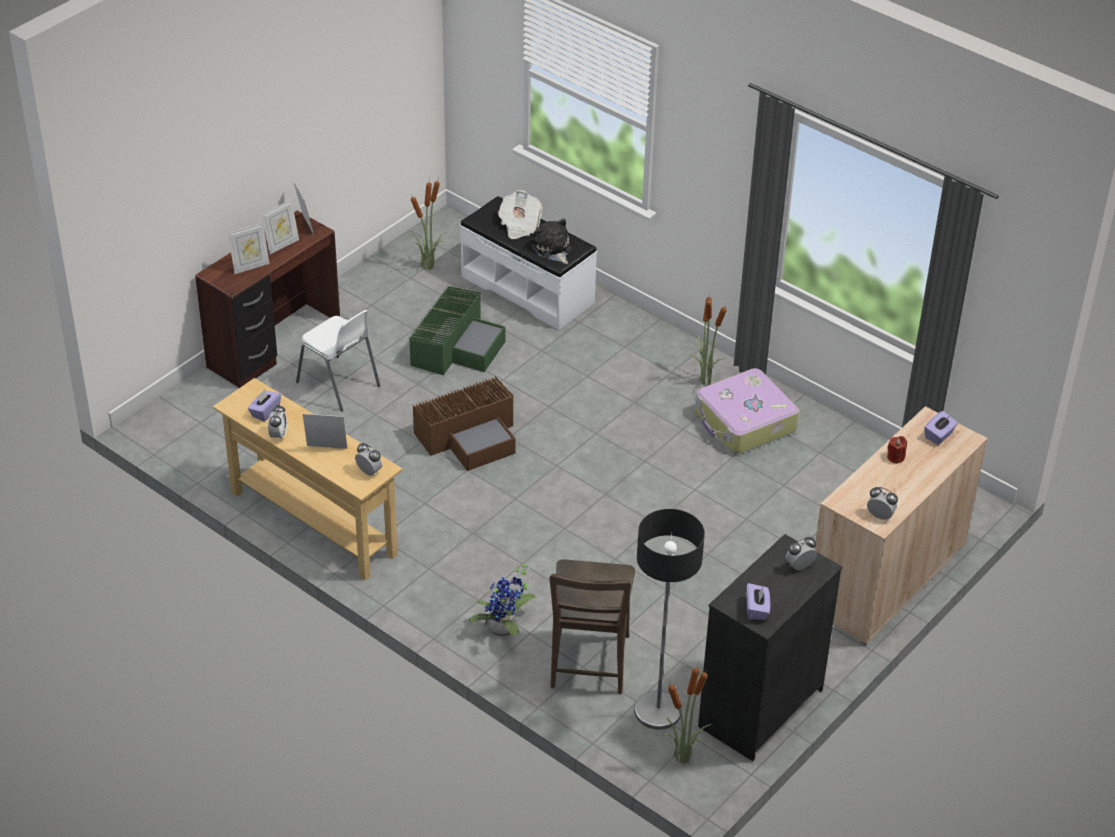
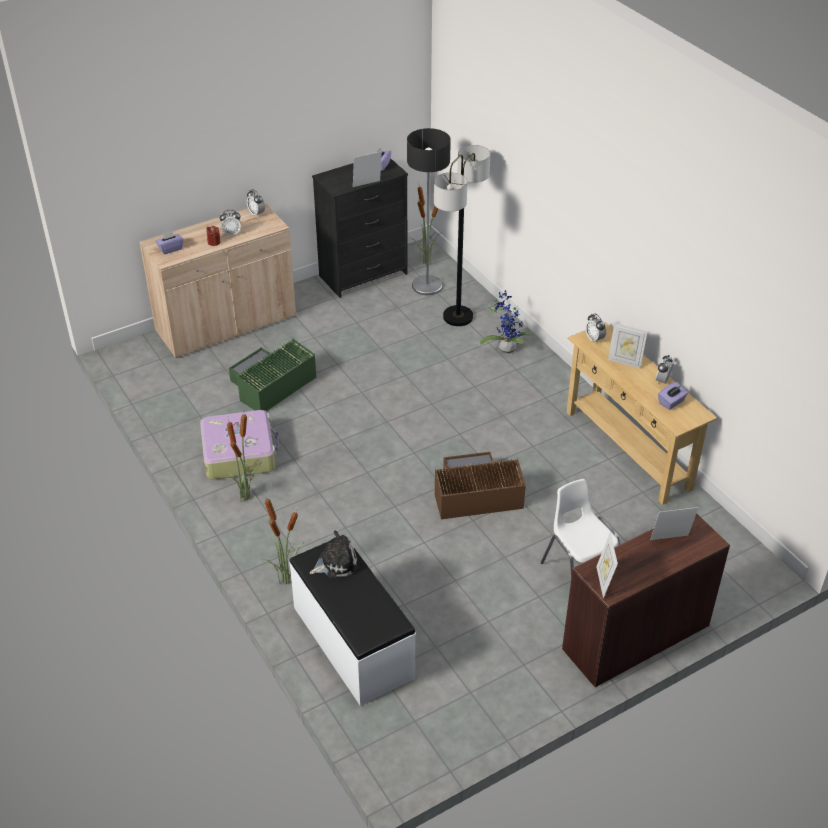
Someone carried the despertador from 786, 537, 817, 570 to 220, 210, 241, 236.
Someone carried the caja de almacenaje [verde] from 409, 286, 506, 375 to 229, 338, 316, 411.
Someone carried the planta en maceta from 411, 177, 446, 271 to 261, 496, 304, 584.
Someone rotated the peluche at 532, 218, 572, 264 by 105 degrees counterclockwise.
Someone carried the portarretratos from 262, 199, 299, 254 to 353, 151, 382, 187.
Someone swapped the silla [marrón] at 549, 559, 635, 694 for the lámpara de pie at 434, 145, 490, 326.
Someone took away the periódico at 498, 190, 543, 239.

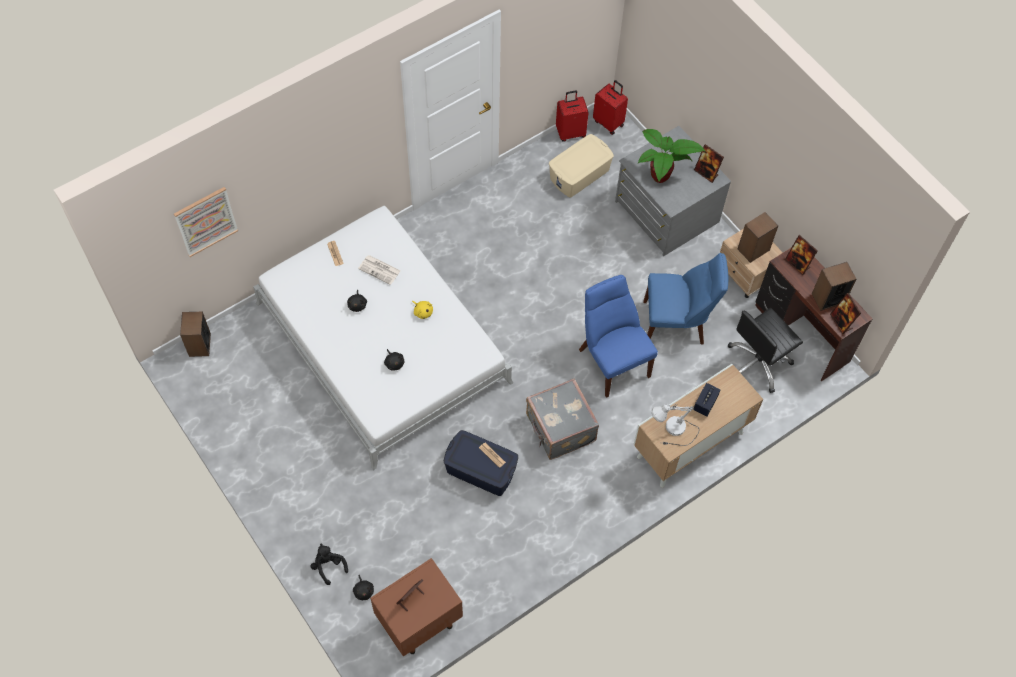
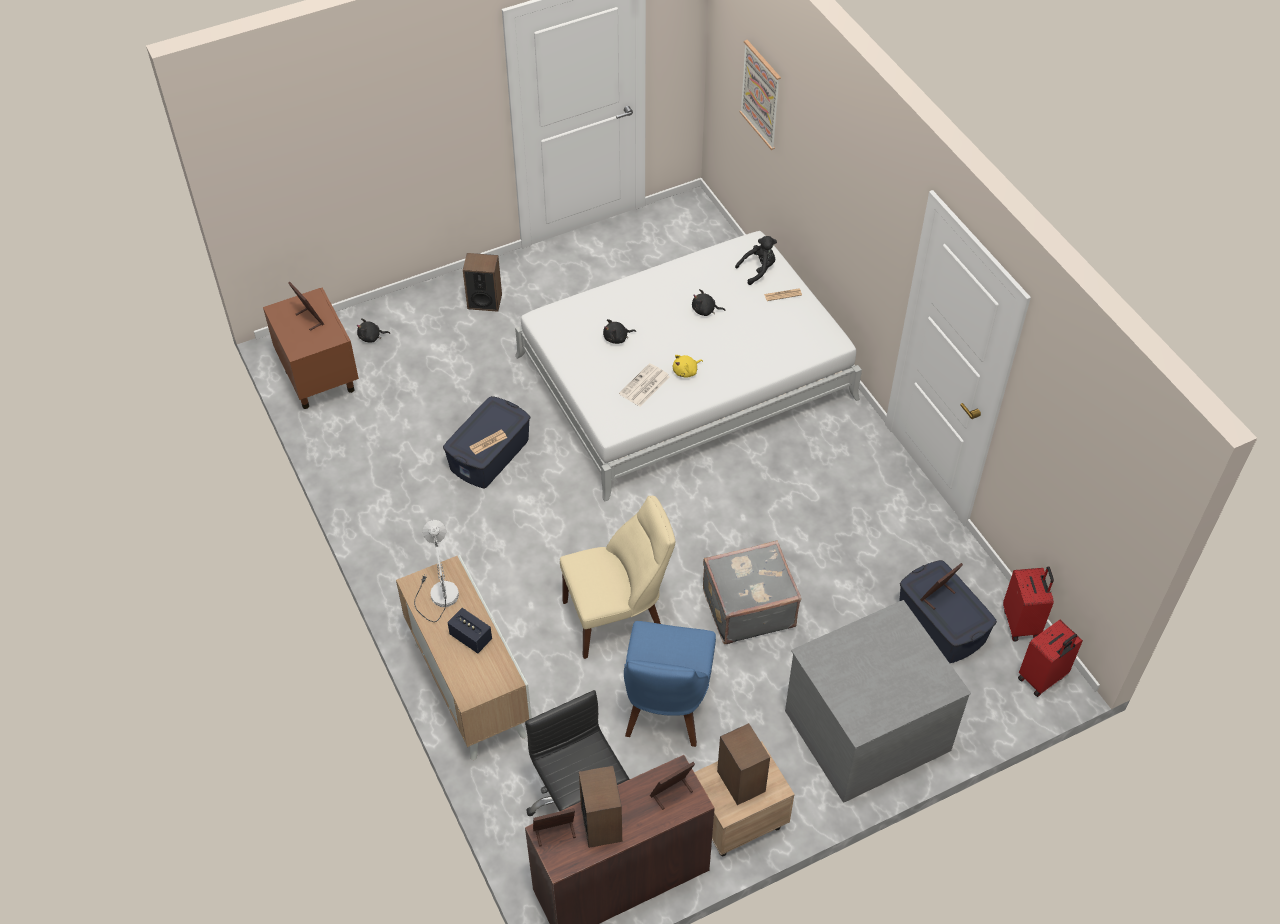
Someone carried the altavoz from 180, 312, 211, 357 to 463, 253, 502, 312.
Someone repainted the silla [azul] at 579, 275, 658, 398, which became the silla [beis] at 560, 496, 675, 659.
Someone carried the periódico from 358, 255, 401, 285 to 619, 363, 670, 406.
Someone carried the maleta [gris] from 526, 379, 599, 460 to 703, 541, 801, 644.
Someone carried the peluche [negro] from 310, 543, 348, 585 to 735, 236, 777, 285.
Someone repainted the caja de almacenaje [beis] at 549, 134, 614, 198, which became the caja de almacenaje [azul] at 899, 560, 997, 663.
Someone carried the portarretratos from 694, 144, 724, 183 to 920, 563, 963, 609.
Someone took away the planta en maceta at 638, 129, 706, 183.

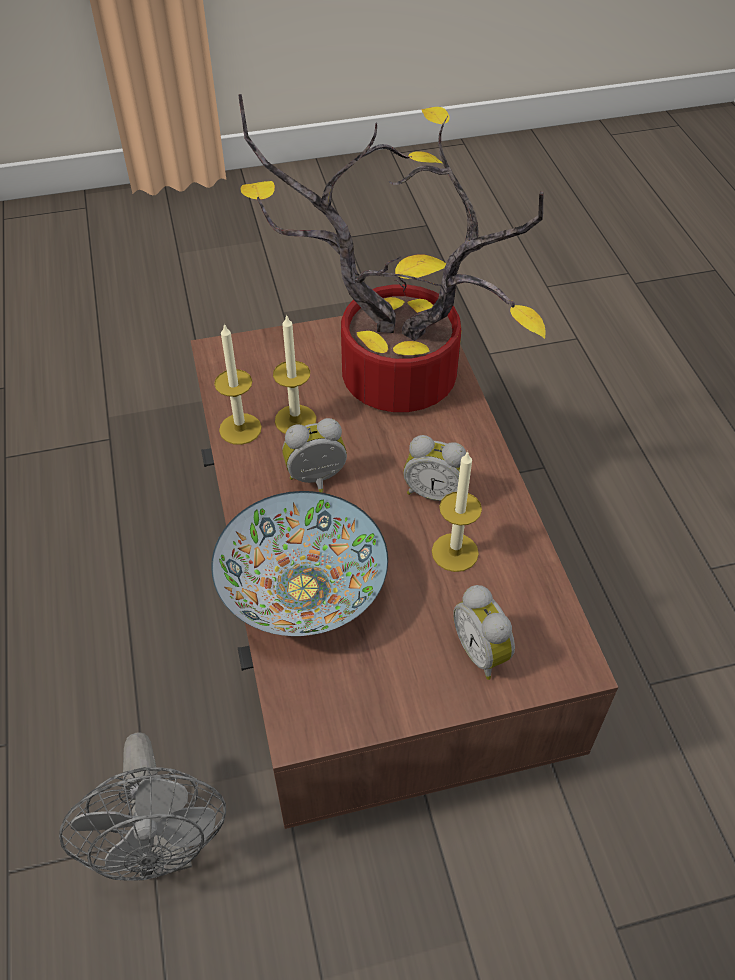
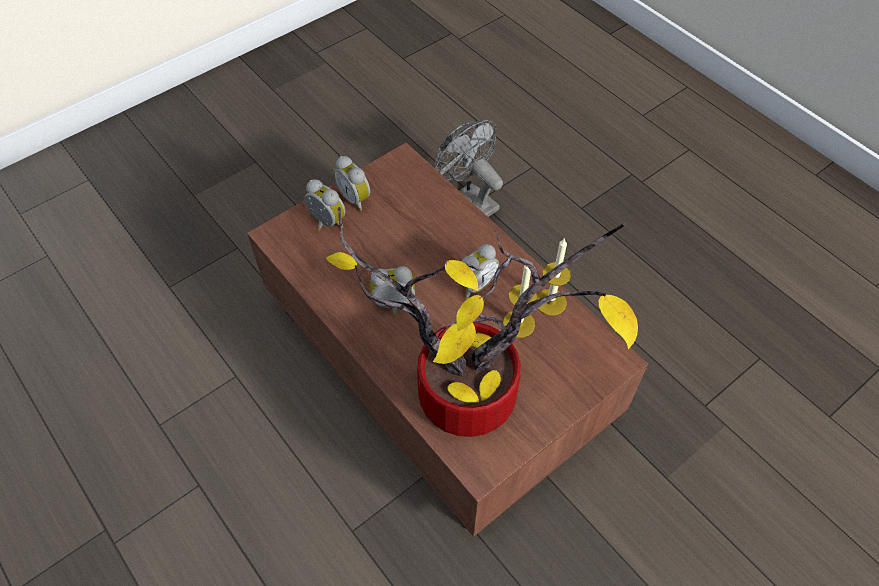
Someone put down the despertador at 333, 156, 370, 211.
Someone took away the cuenco at 211, 491, 388, 636.
Someone took away the vela at 432, 451, 482, 572.

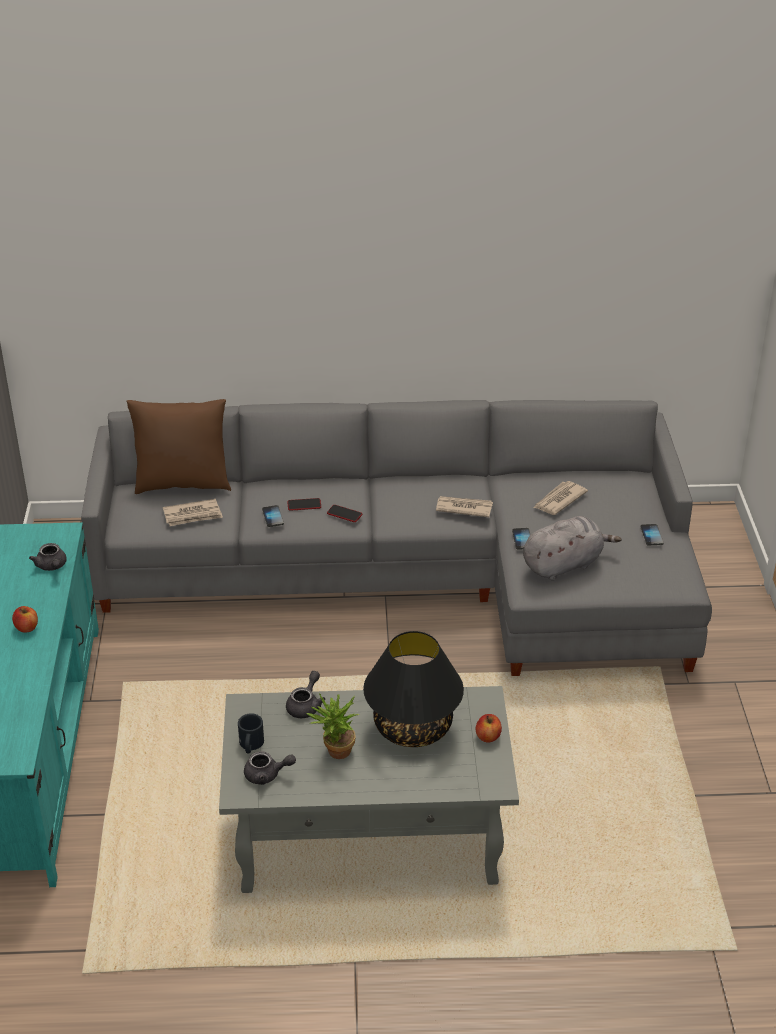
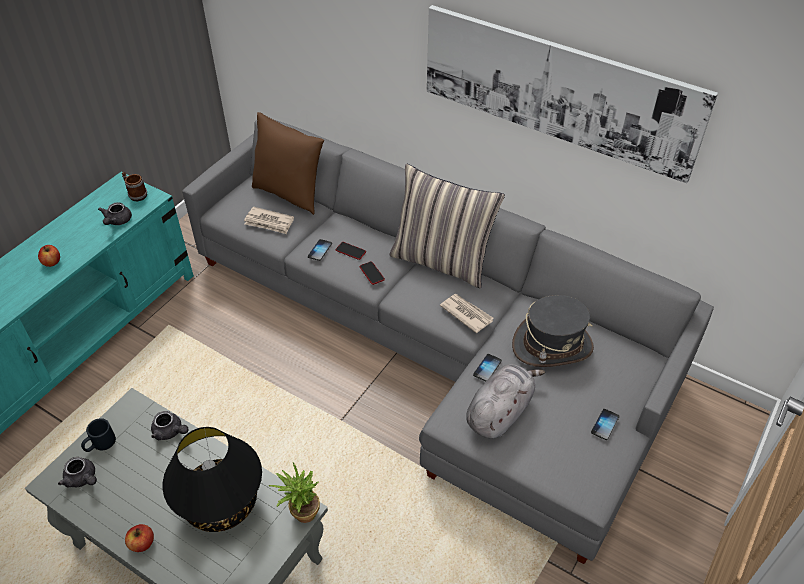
Someone put down the taza grande at 122, 172, 147, 201.
Someone carried the manzana from 476, 714, 502, 743 to 125, 524, 154, 552.
Someone rotated the tetera [gris] at 286, 671, 326, 718 by 60 degrees clockwise.
Someone carried the planta en maceta from 307, 693, 359, 759 to 268, 462, 320, 523.
Someone put down the cojín at 389, 163, 505, 288.
Someone put up the cuadro at 427, 5, 718, 183.
Someone rotated the peluche [gris] at 523, 516, 621, 581 by 60 degrees counterclockwise.
Someone swapped the periódico at 534, 481, 588, 515 for the sombrero [gris] at 512, 295, 594, 367.

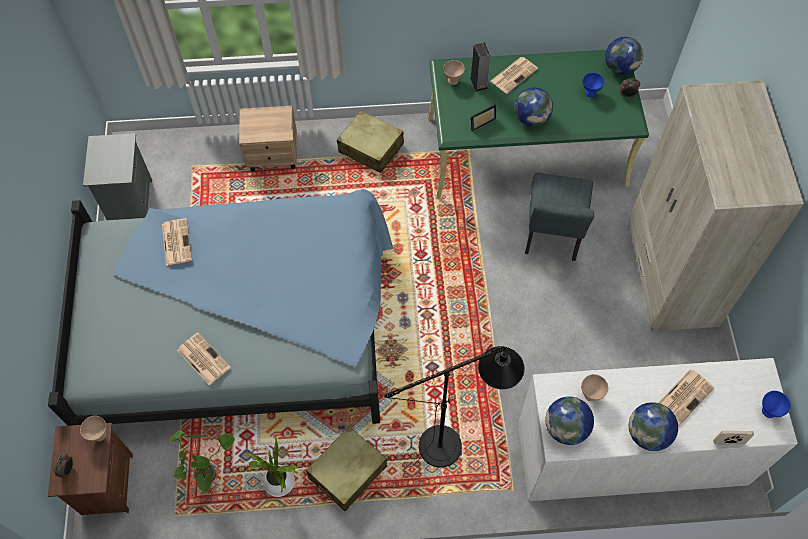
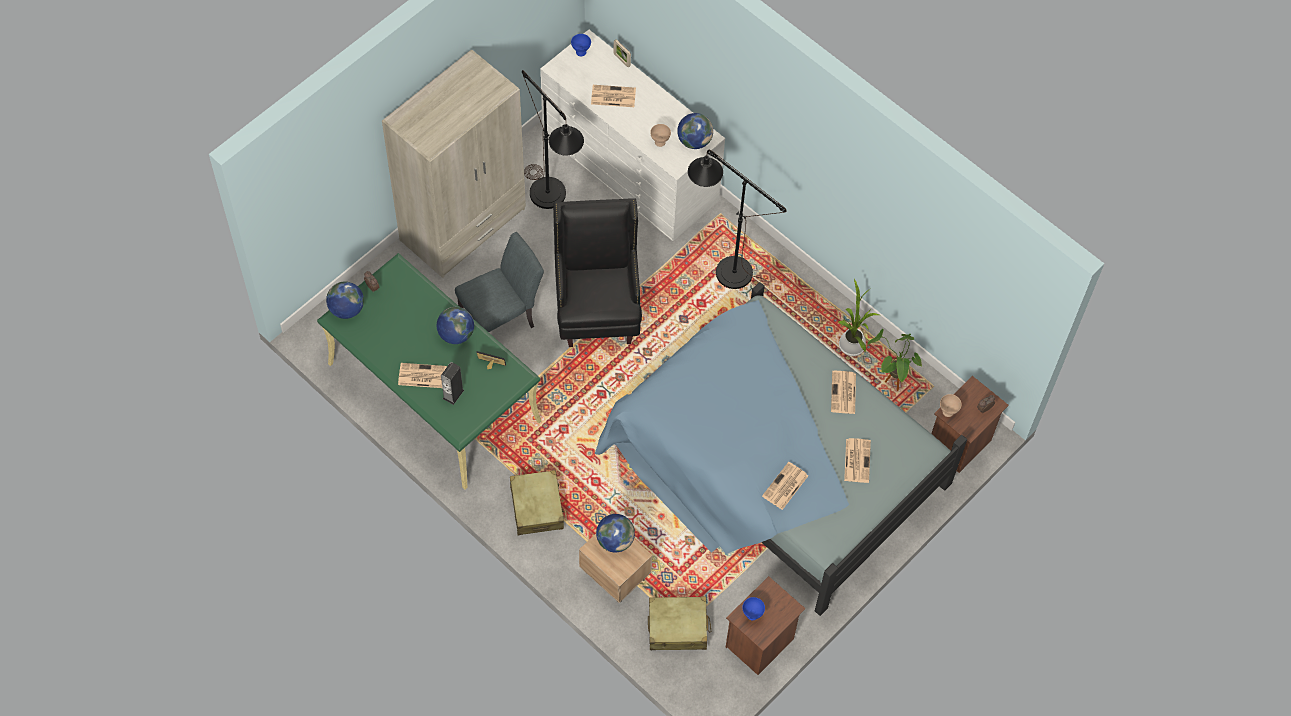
Someone put down the lámpara de pie [negro] at 522, 70, 584, 209.
Someone put down the sillón [negro] at 553, 198, 642, 347.
Someone carried the globo terráqueo from 629, 402, 678, 451 to 596, 514, 635, 553.
Someone carried the maleta [beis] from 306, 426, 387, 511 to 648, 596, 711, 650.
Someone repainted the mesita de noche [gris] at 83, 133, 152, 220, which became the mesita de noche [marrón] at 725, 576, 805, 675.
Someone carried the cuenco [azul] from 583, 73, 604, 97 to 742, 597, 765, 620.
Someone put down the periódico at 844, 438, 871, 483.
Someone took away the cuenco [beis] at 443, 60, 465, 85.

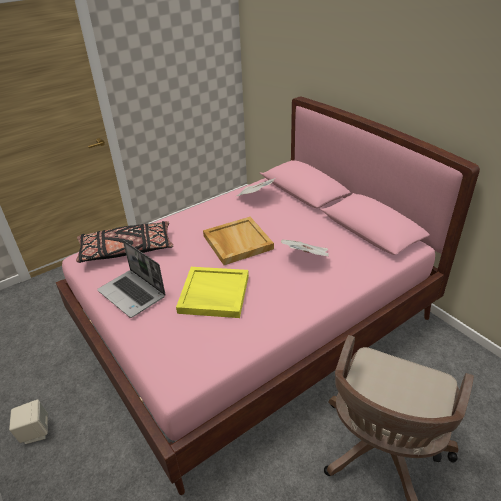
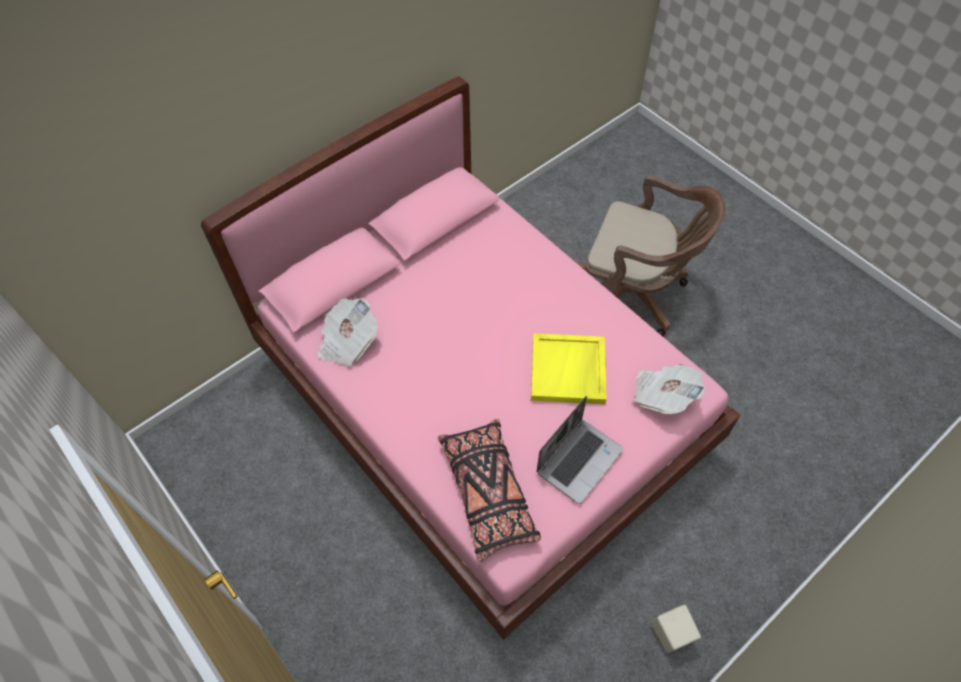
Someone carried the periódico from 281, 240, 330, 257 to 633, 364, 705, 414.
Someone took away the bandeja [beis] at 203, 217, 274, 265.

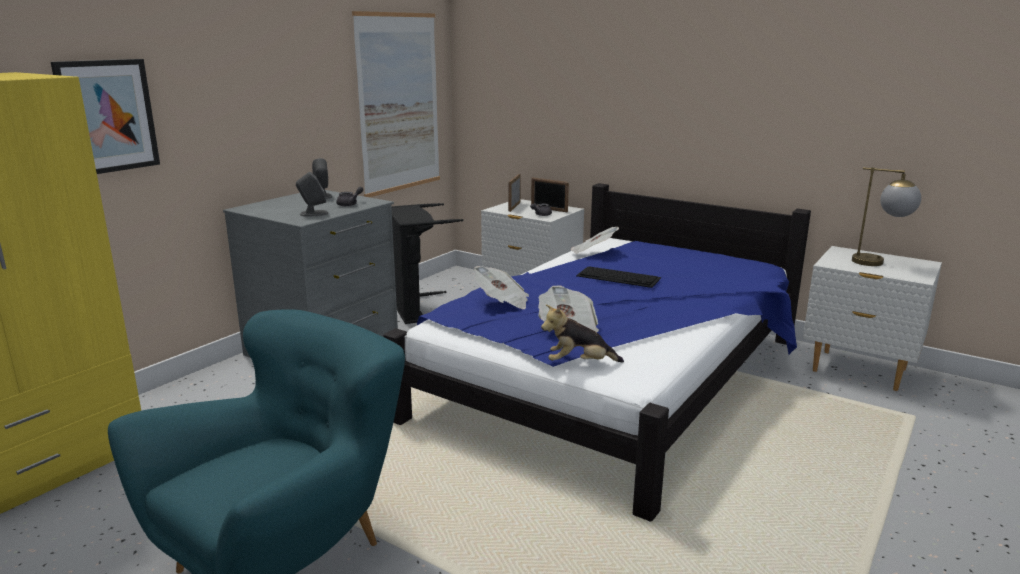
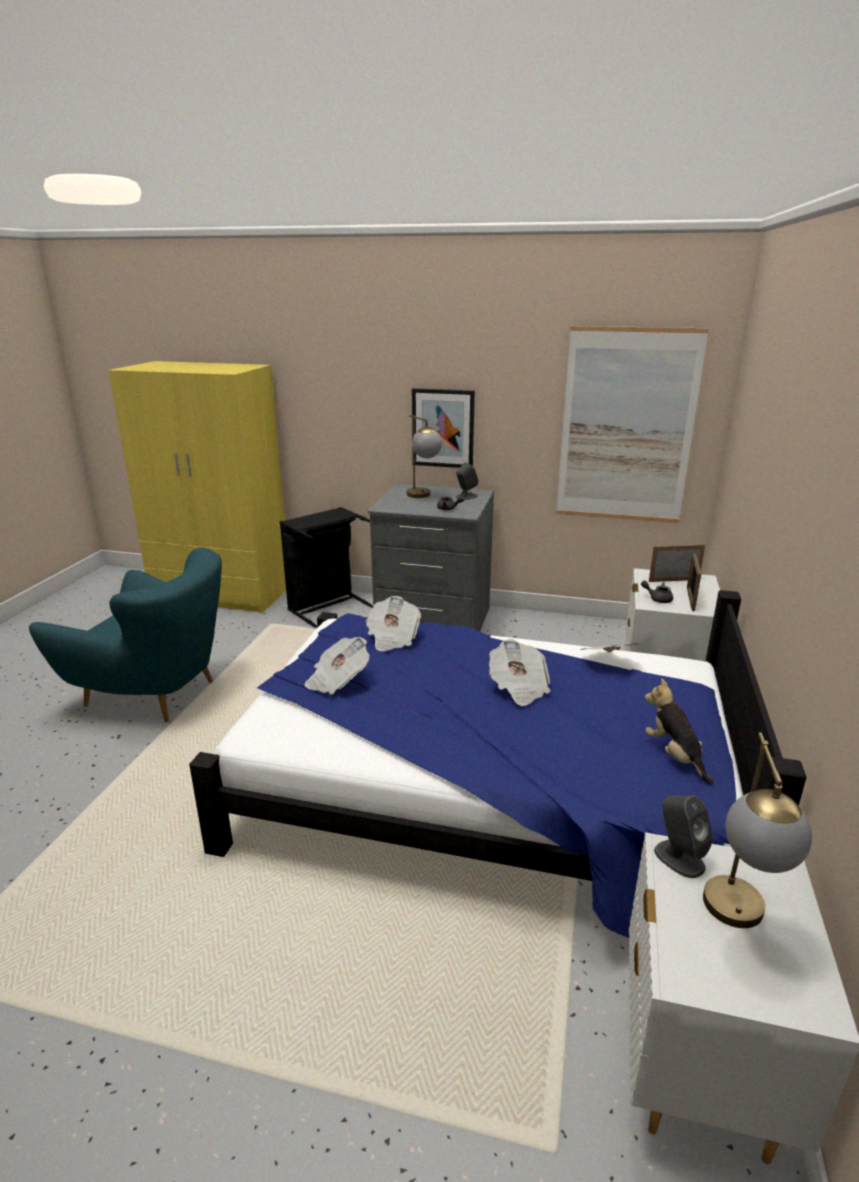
Someone carried the cesto de la ropa [negro] from 391, 203, 463, 324 to 280, 507, 373, 628.
Someone put down the lámpara de mesa at 407, 415, 442, 498.
Someone carried the cuadro from 51, 59, 160, 174 to 412, 388, 475, 468.
Someone swapped the teclado at 576, 266, 661, 288 for the periódico at 489, 639, 551, 706.
Someone carried the peluche from 541, 304, 624, 363 to 645, 678, 714, 785.
Someone carried the altavoz [gris] from 296, 172, 329, 217 to 654, 795, 713, 878.

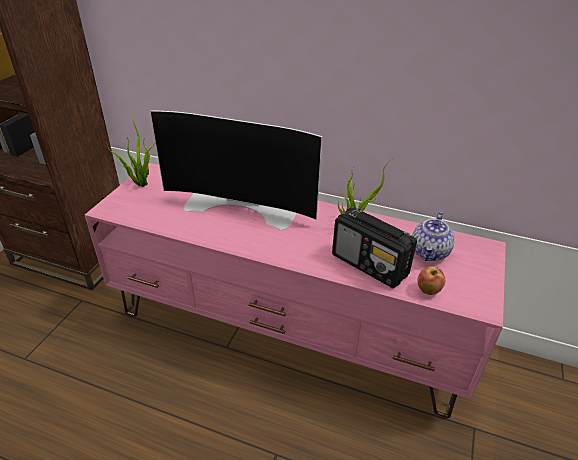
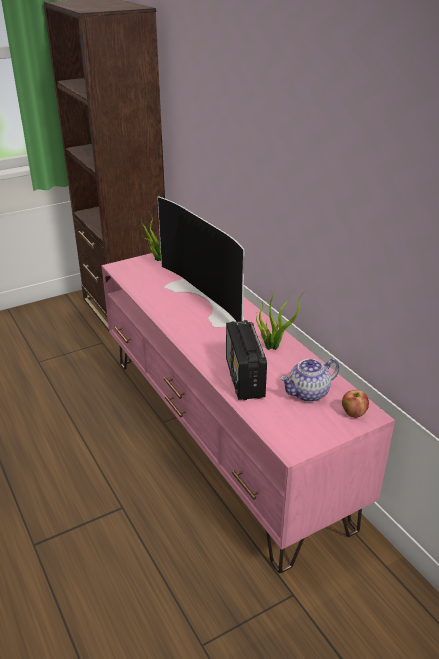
Someone carried the manzana from 417, 266, 445, 295 to 342, 390, 369, 418.

